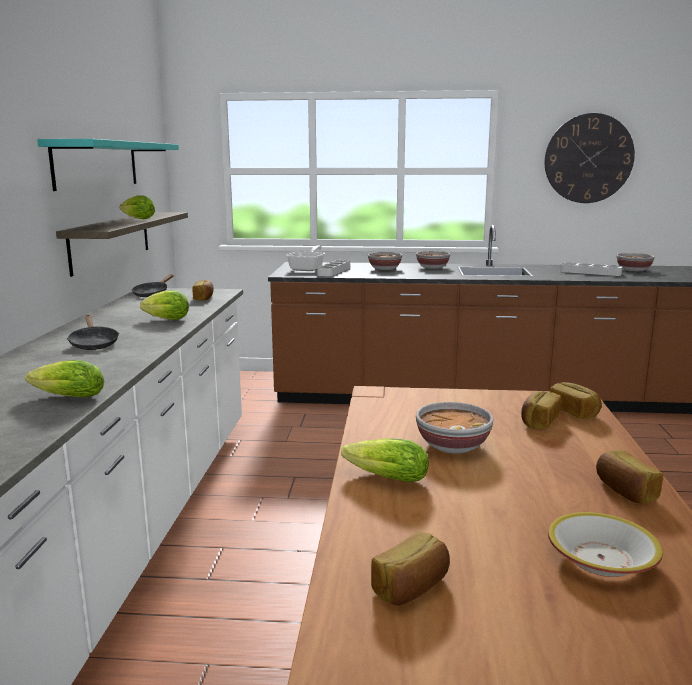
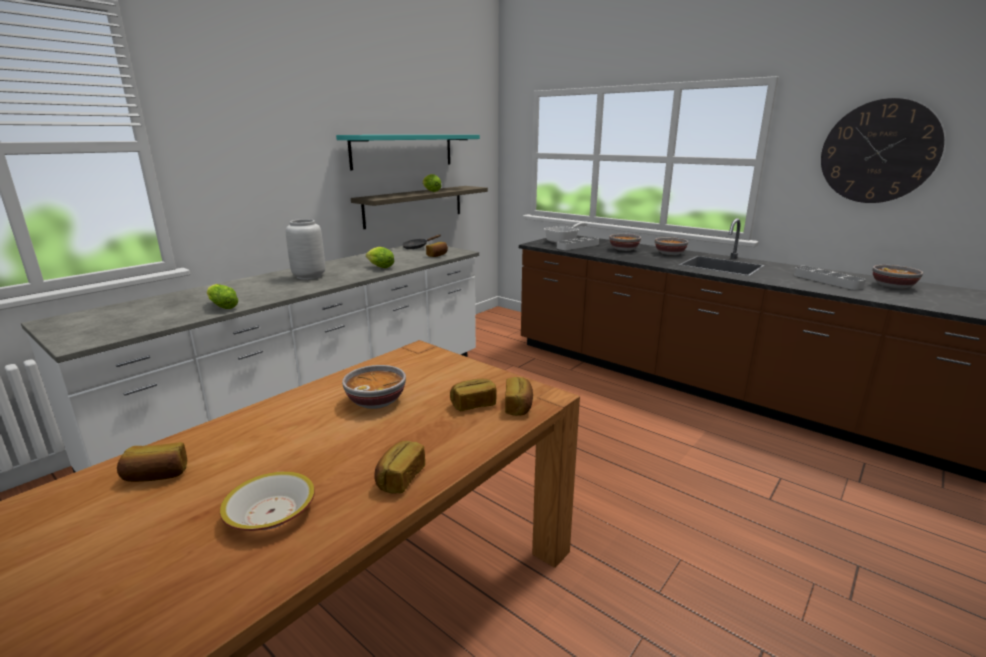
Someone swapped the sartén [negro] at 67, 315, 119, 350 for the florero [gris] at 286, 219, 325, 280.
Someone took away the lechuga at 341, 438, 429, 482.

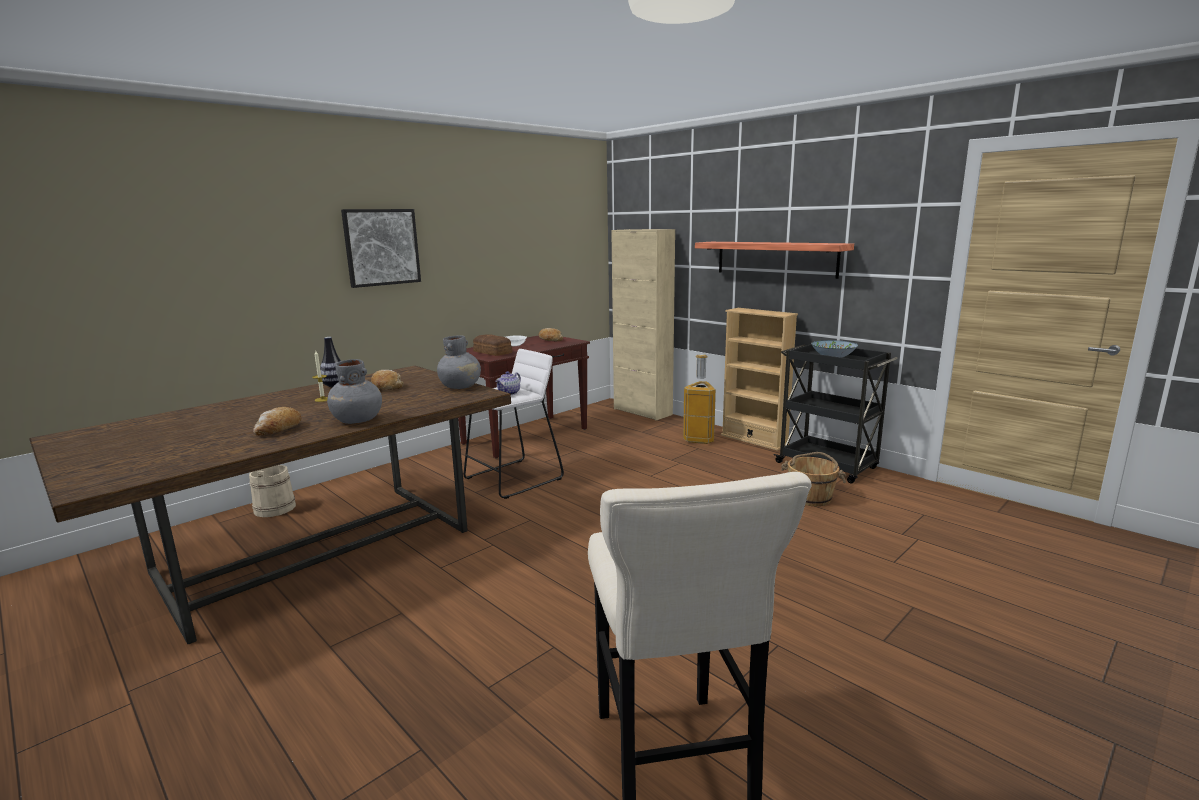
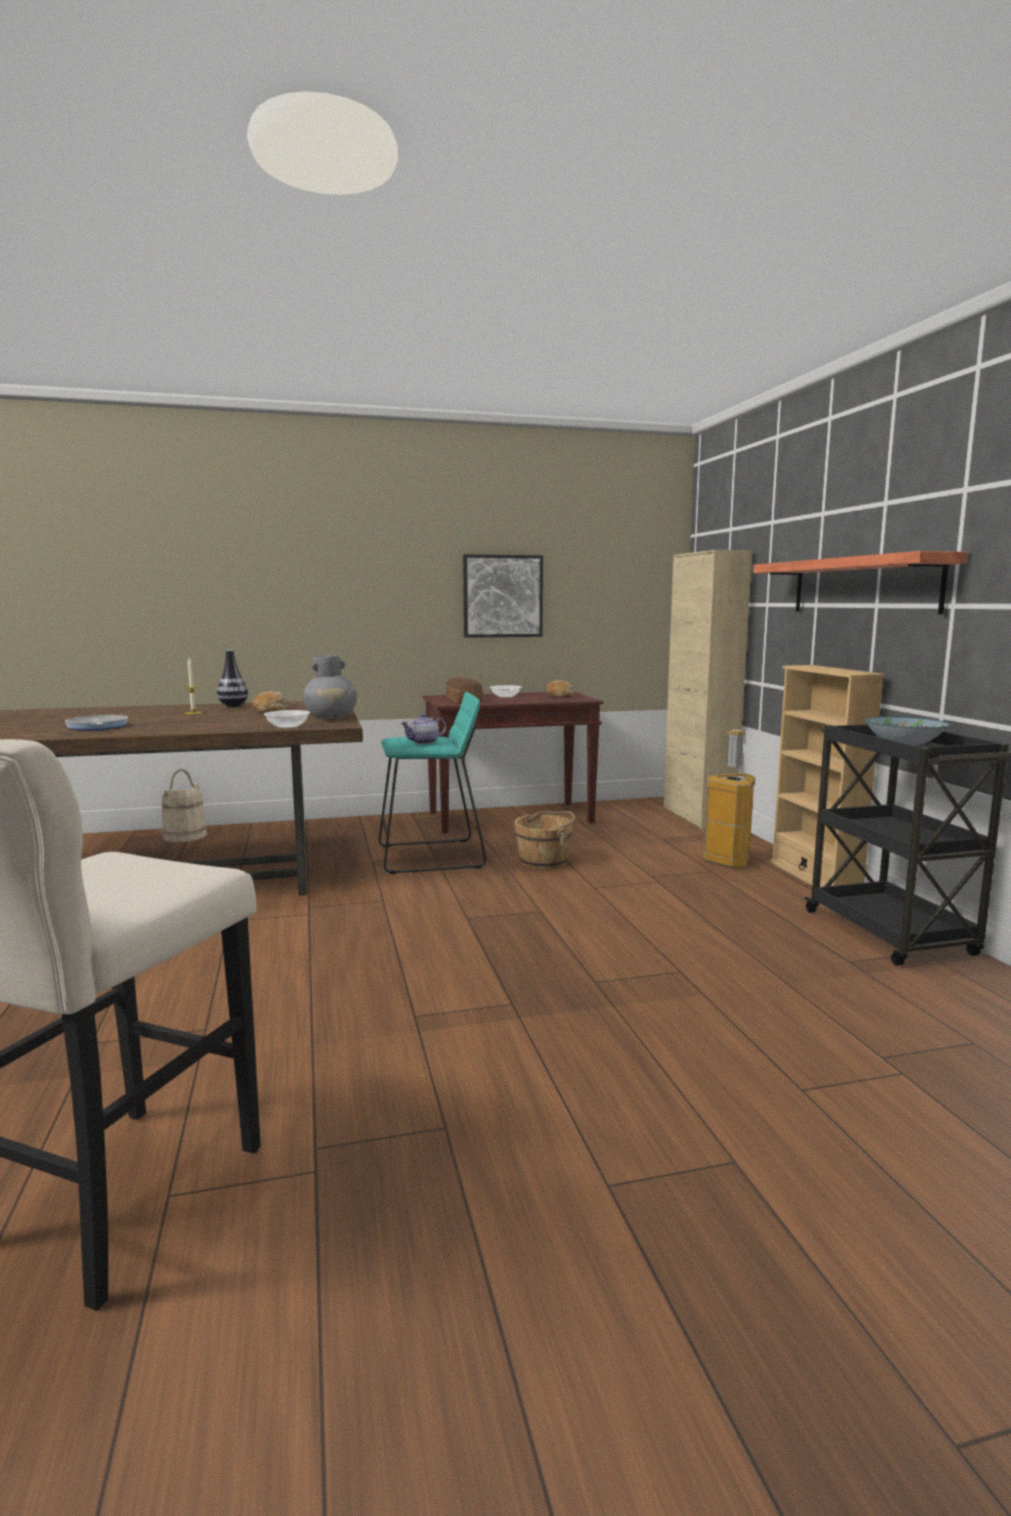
Someone swapped the pan at 253, 407, 301, 436 for the sartén at 65, 715, 128, 730.
Someone put down the cuenco at 264, 710, 310, 729.
Someone repainted the taburete [blanco] at 463, 349, 564, 499, which became the taburete [turquesa] at 379, 692, 486, 874.
Someone carried the cuadro from 341, 209, 421, 288 to 463, 554, 543, 638.
Someone carried the cubo [marrón] from 781, 452, 846, 506 to 514, 811, 576, 870.
Someone took away the florero [gris] at 327, 359, 382, 424.

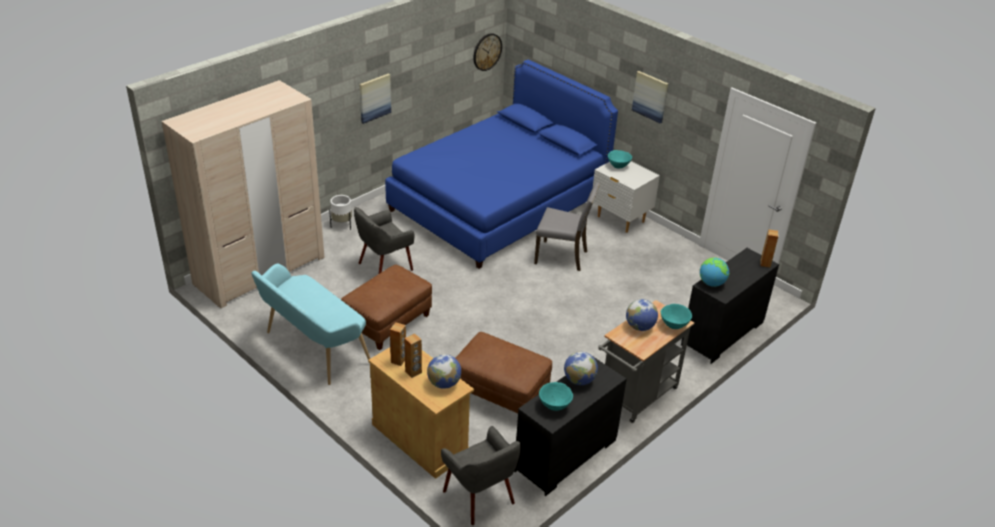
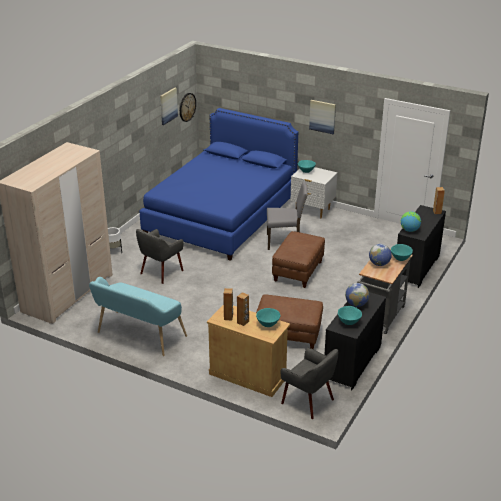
Someone carried the cuadro from 360, 74, 391, 124 to 160, 88, 178, 125.
Someone swapped the globo terráqueo at 427, 354, 461, 389 for the cuenco [turquesa] at 256, 308, 280, 327.
Someone carried the puf [marrón] from 341, 265, 432, 350 to 272, 231, 325, 288.

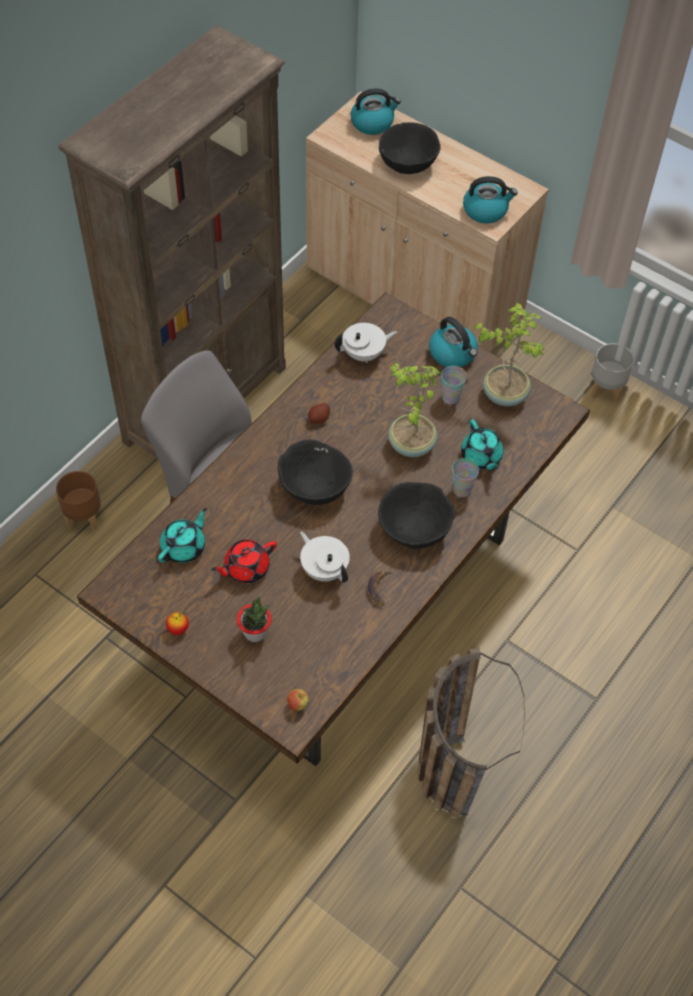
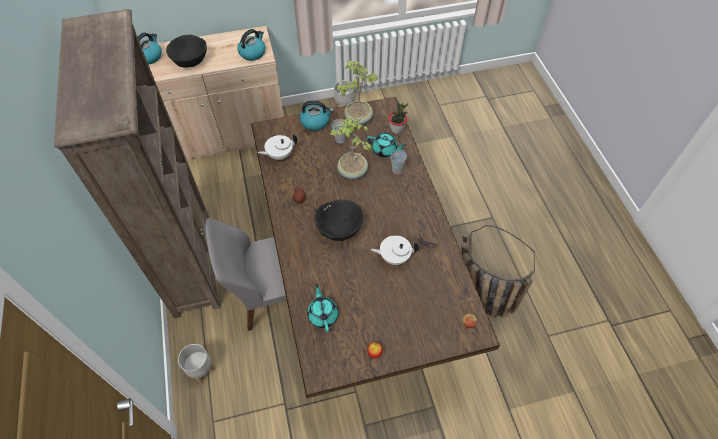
Someone repainted the maceta [marrón] at 56, 471, 101, 531, which became the maceta [gris] at 178, 344, 215, 384.
Someone rotated the tetera [blanco] at 334, 323, 397, 363 by 135 degrees counterclockwise.
Someone carried the planta en maceta from 237, 596, 272, 642 to 388, 102, 408, 134.
Someone took away the tetera [rojo] at 211, 539, 277, 583.
Someone took away the cuenco [negro] at 378, 482, 455, 549.

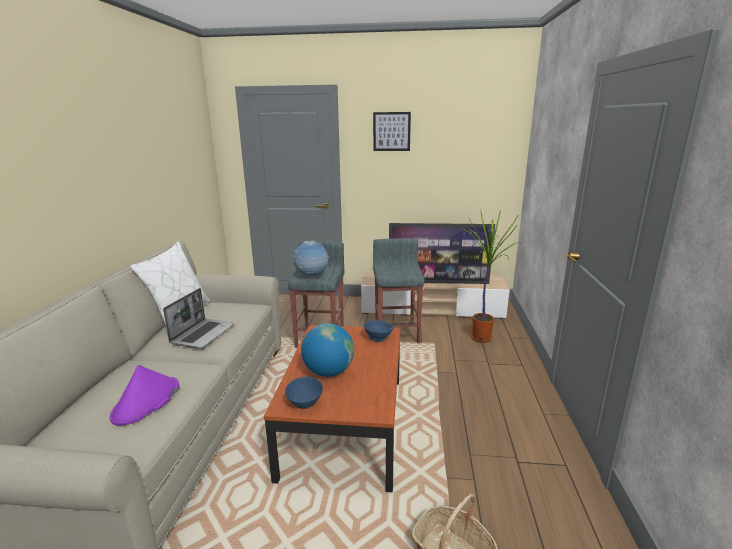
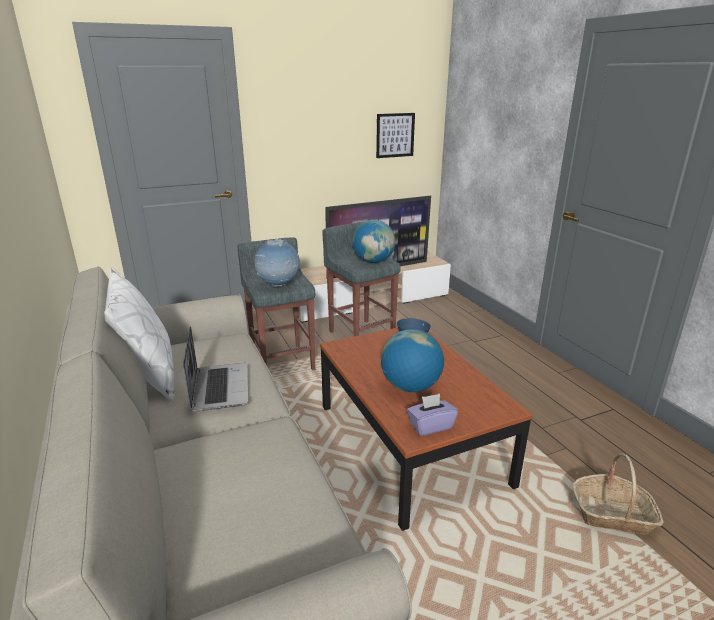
Someone put down the globo terráqueo at 353, 220, 395, 263.
Someone carried the cuadro from 373, 112, 411, 151 to 376, 113, 415, 158.
Someone swapped the cuenco [azul] at 285, 377, 323, 409 for the caja de pañuelos [morado] at 407, 394, 458, 436.
Someone took away the sombrero [morado] at 110, 365, 179, 426.
Someone took away the planta en maceta at 462, 209, 522, 343.

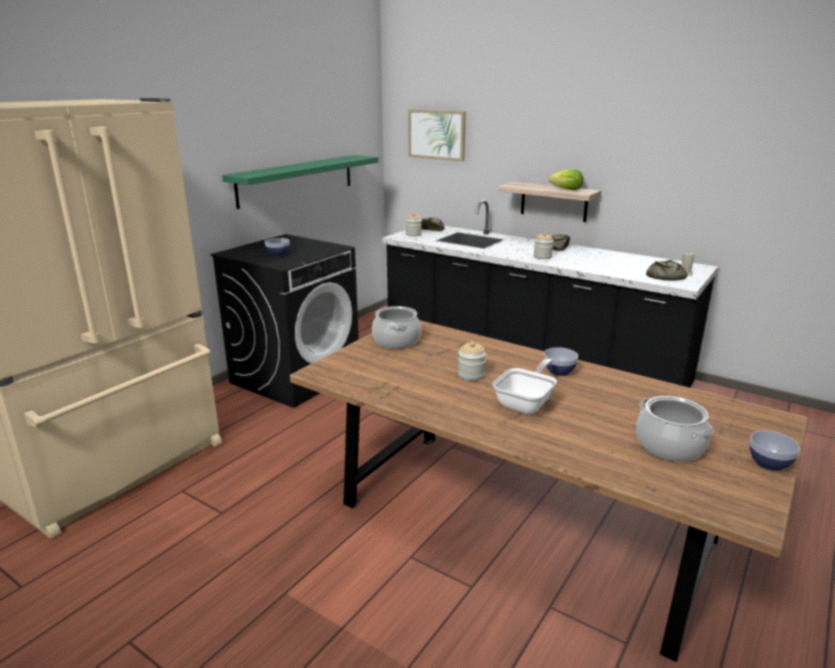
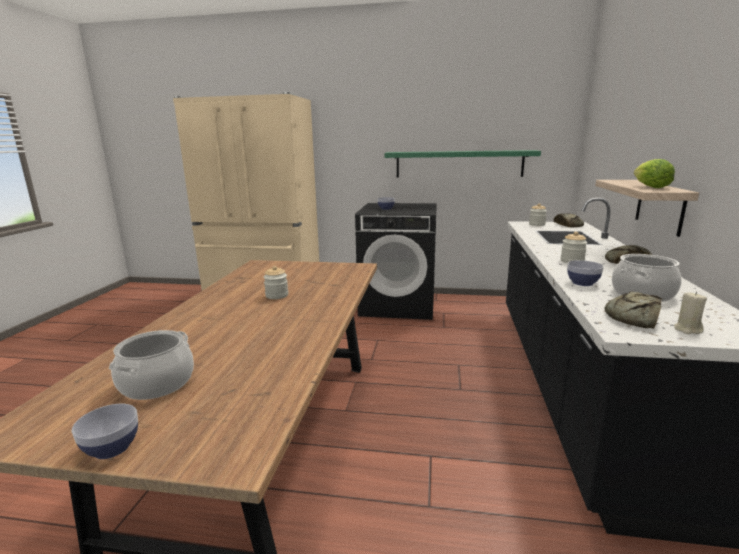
Someone carried the cuenco from 544, 347, 578, 376 to 567, 260, 604, 286.
Someone carried the olla from 372, 306, 421, 349 to 612, 254, 682, 302.
Someone took away the cuadro at 409, 109, 466, 161.
Someone took away the sartén at 492, 359, 557, 414.

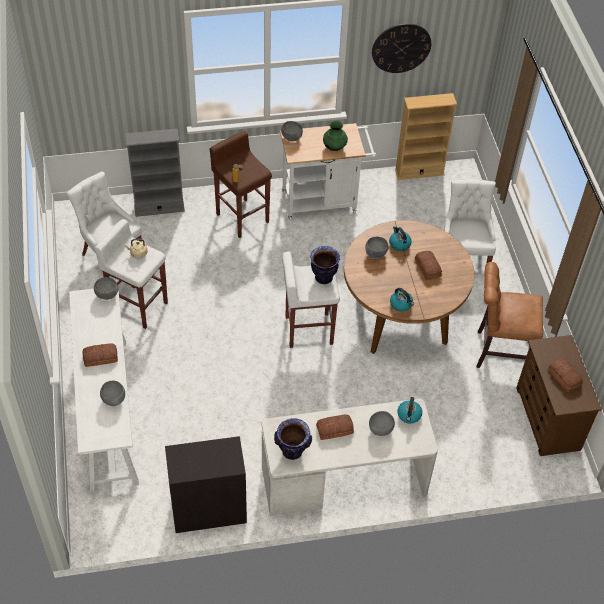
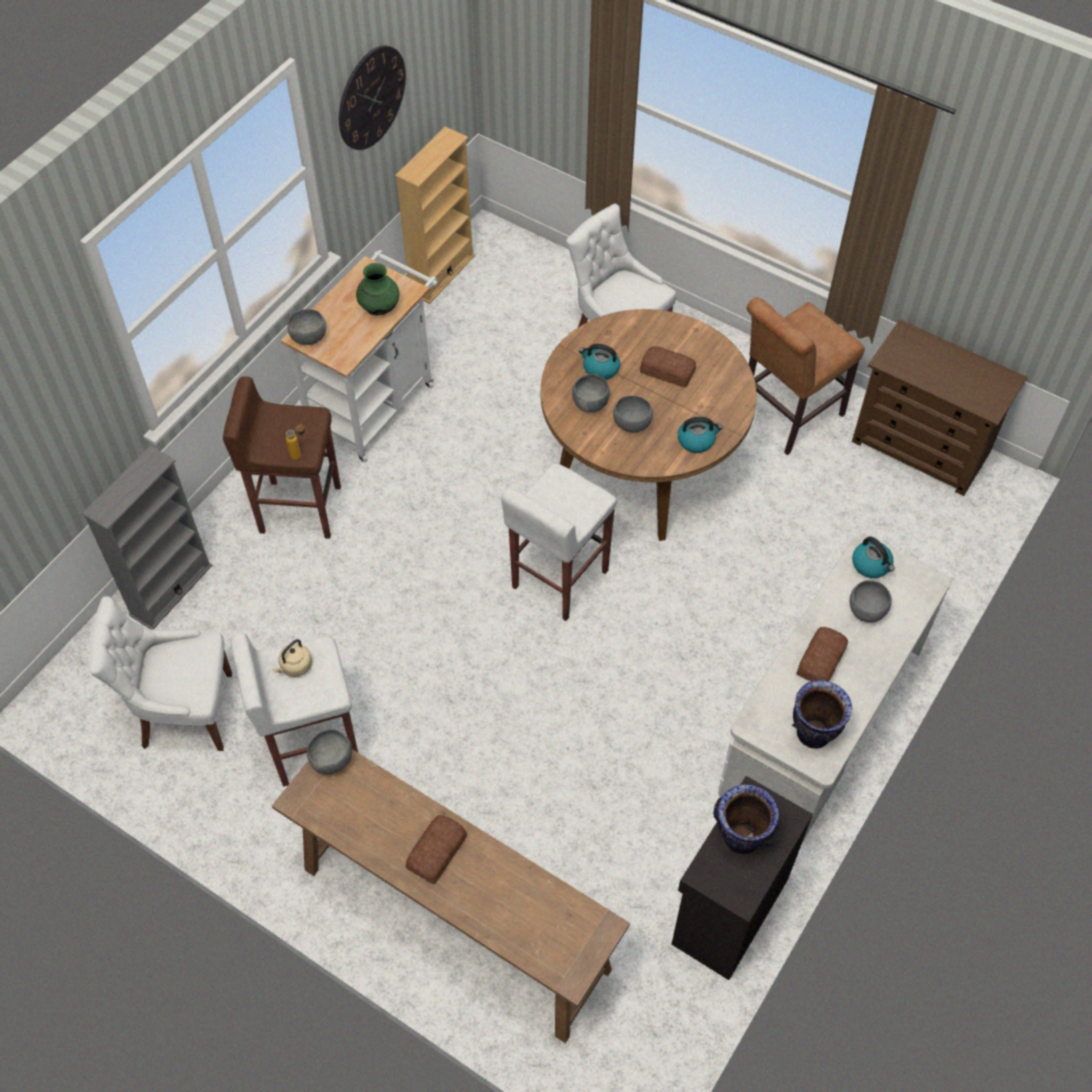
Someone repainted the mesa consola [blanco] at 69, 289, 139, 492, which became the mesa consola [marrón] at 272, 749, 630, 1043.
Someone carried the cuenco [gris] from 100, 381, 125, 406 to 613, 395, 653, 433.
Someone carried the florero from 310, 246, 340, 284 to 713, 785, 781, 854.
Someone took away the pan at 548, 359, 583, 392.

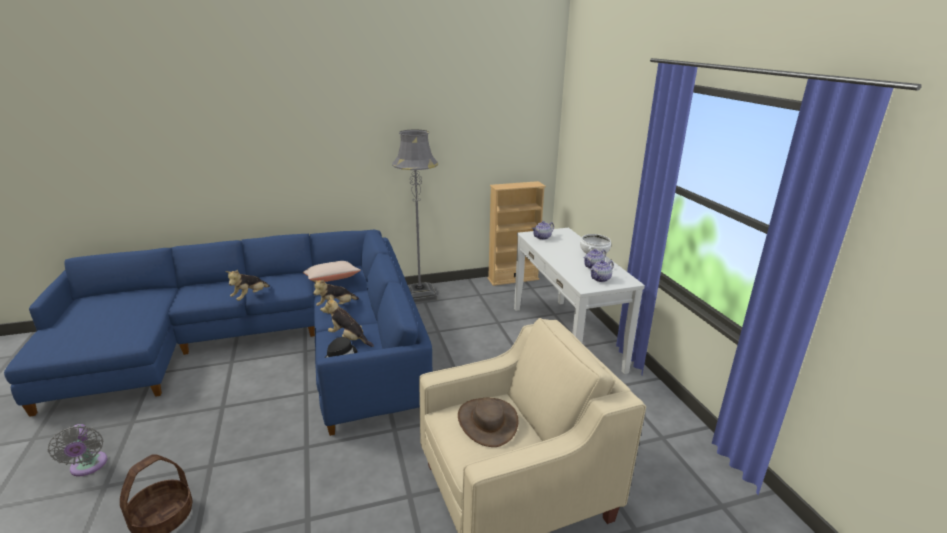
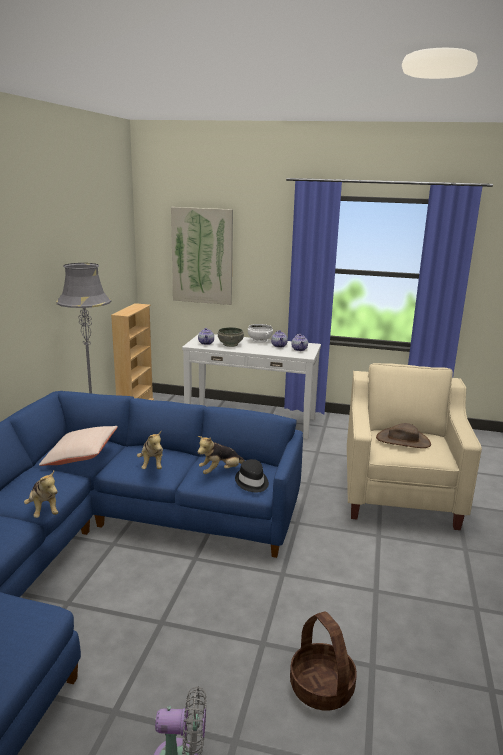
Someone put up the cuadro at 171, 207, 233, 305.
Someone put down the cuenco [gris] at 218, 327, 244, 347.

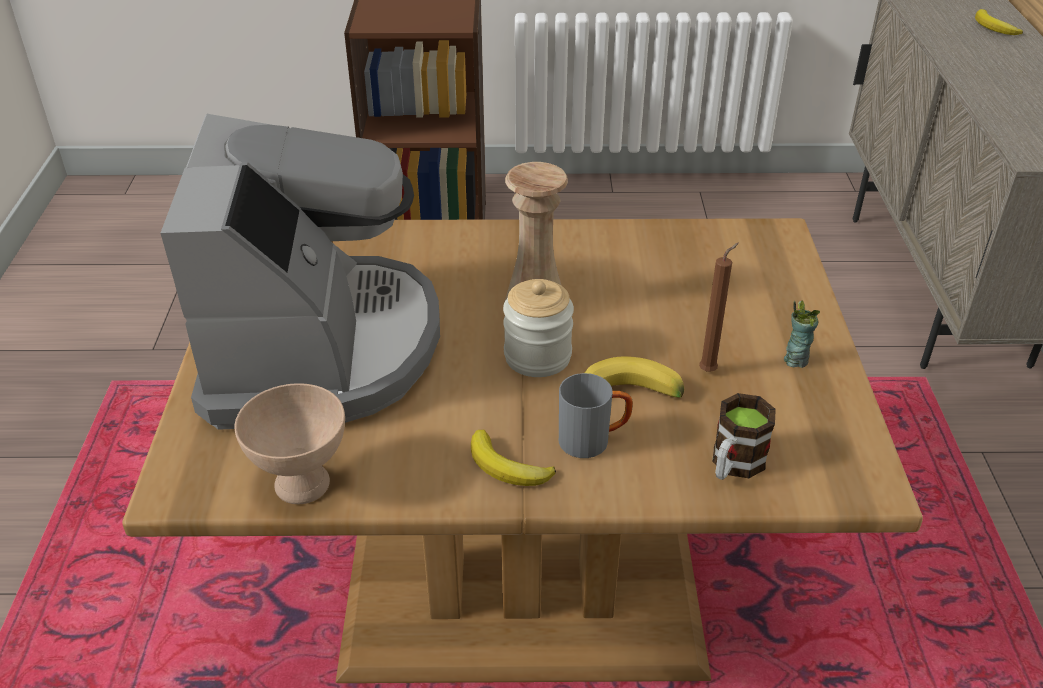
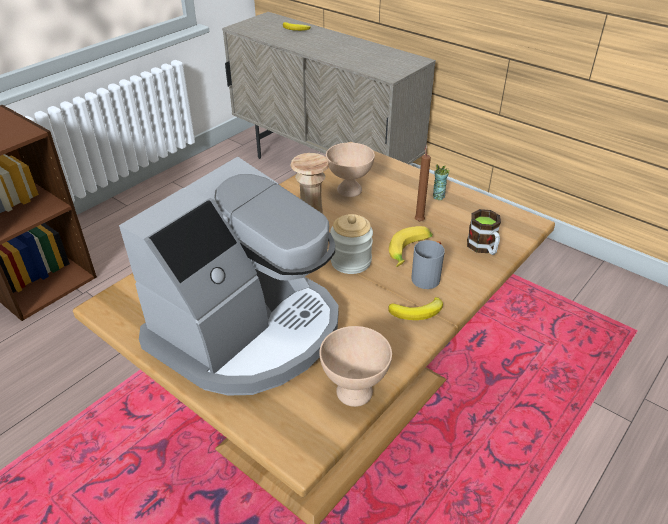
Someone rotated the cafetera at 160, 114, 440, 430 by 90 degrees clockwise.
Someone put down the cuenco [beis] at 326, 142, 375, 197.

